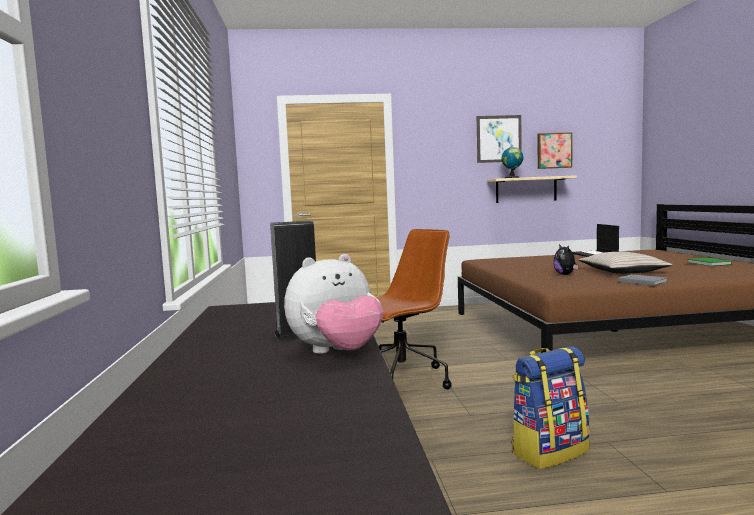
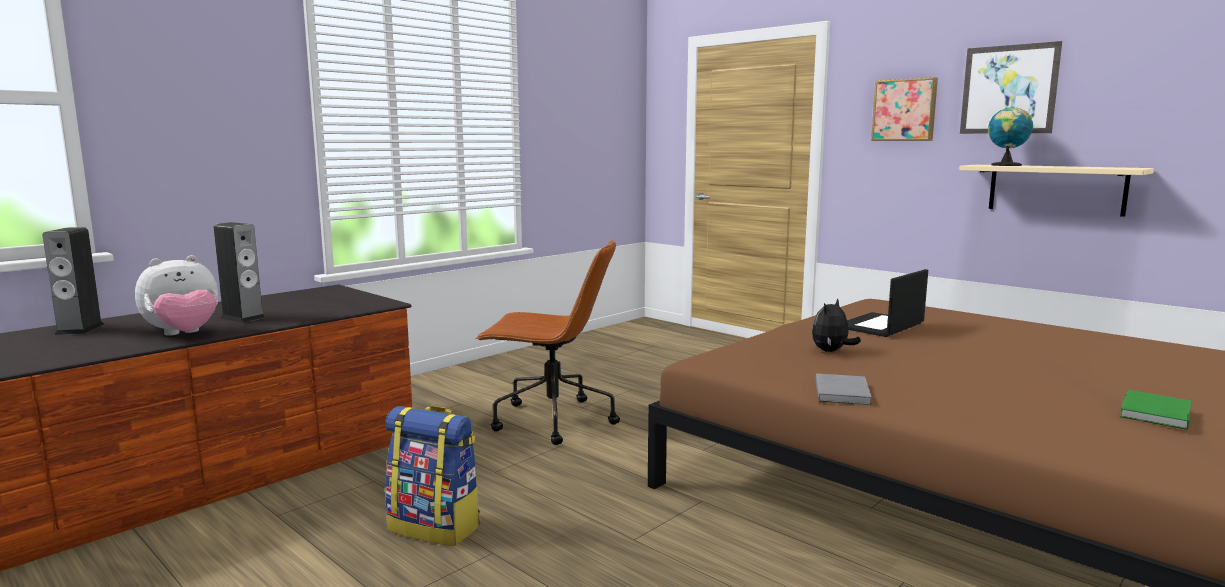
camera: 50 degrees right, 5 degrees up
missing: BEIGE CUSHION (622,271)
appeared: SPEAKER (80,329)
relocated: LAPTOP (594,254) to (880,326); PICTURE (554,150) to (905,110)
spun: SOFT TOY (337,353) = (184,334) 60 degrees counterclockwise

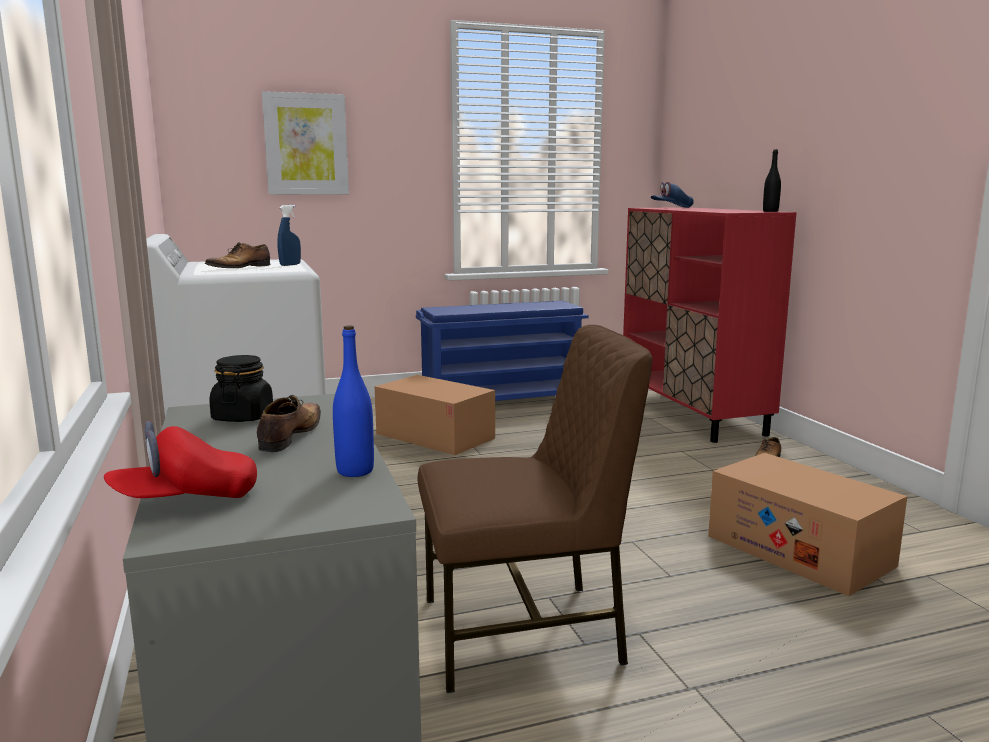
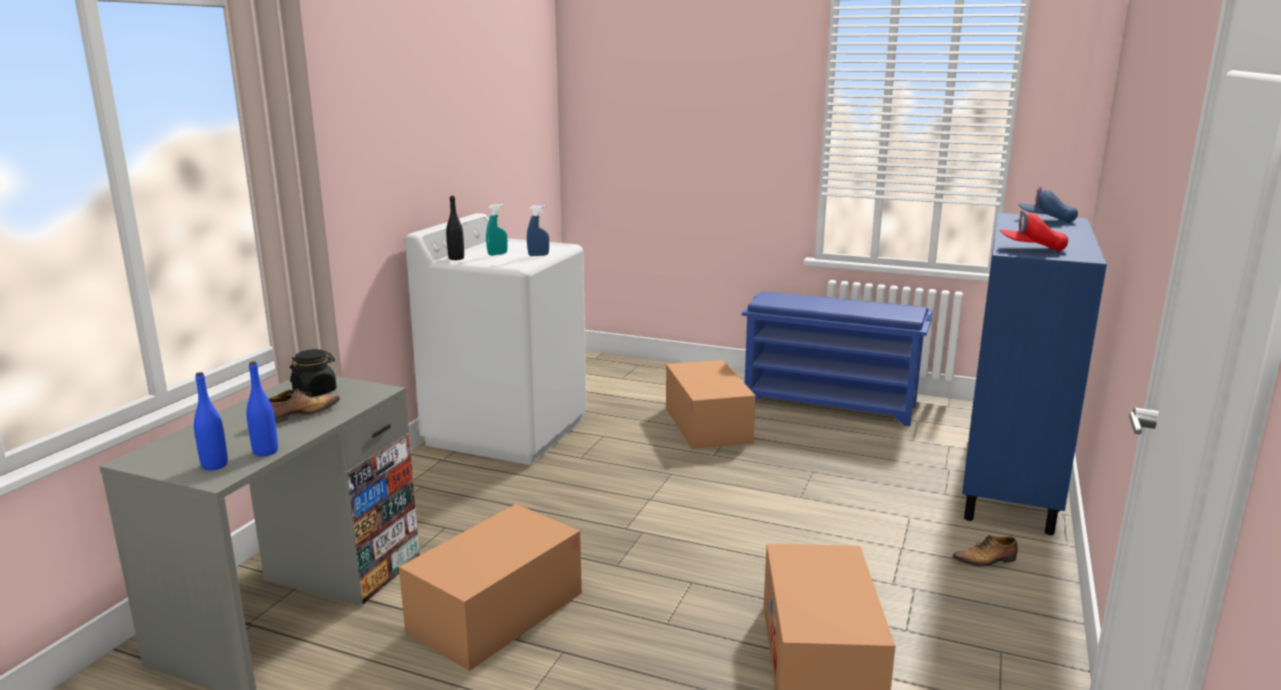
camera: 40 degrees right, 5 degrees up
missing: PICTURE (306,144)
appeared: BLUISH BEVERAGE BOTTLE (214,465)
relocated: BLACK-COLOURED BEVERAGE BOTTLE (770,211) to (456,258); RED CAP (186,500) to (1031,249)
exchanged: BROWN-COLOURED UPRIGHT CHAIR (525,632) to CARTON (496,612); ITEM OF FOOTWEAR (241,268) to BLUE-GREEN SPRAY BOTTLE (497,254)
colour: RED CABINET (692,414) to BLUISH CABINET (1009,479)

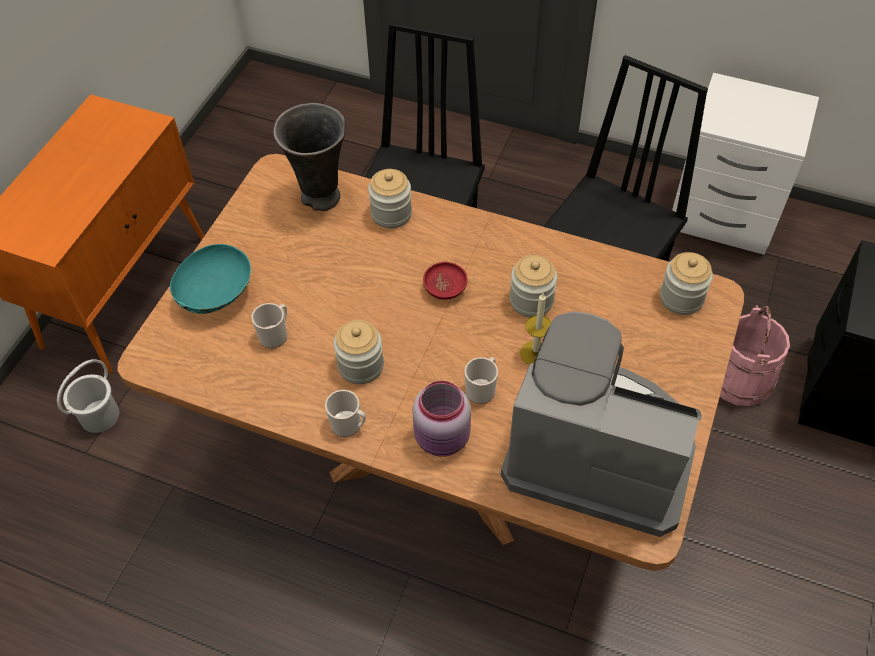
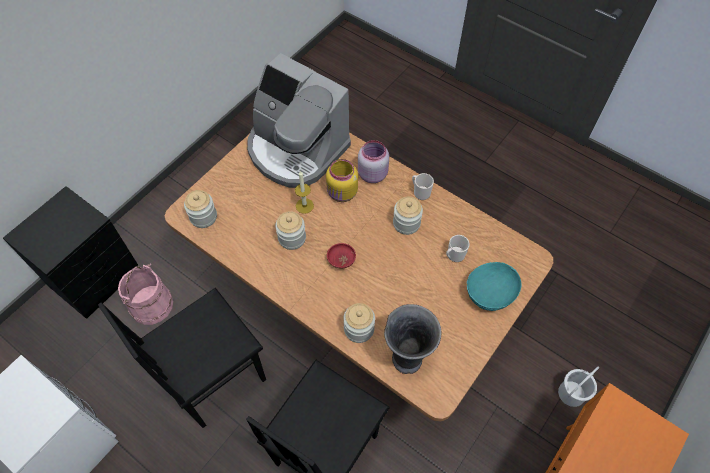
camera: 165 degrees left, 5 degrees up
exchanged: MUG (482,389) to YELLOWISH JAR (342,193)

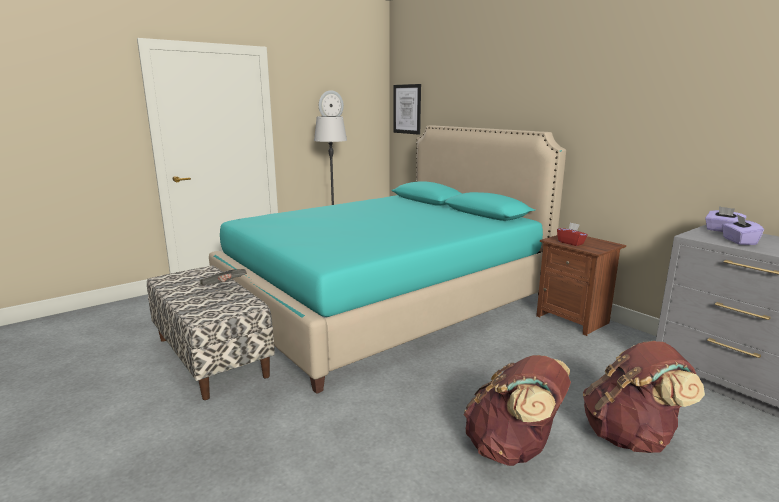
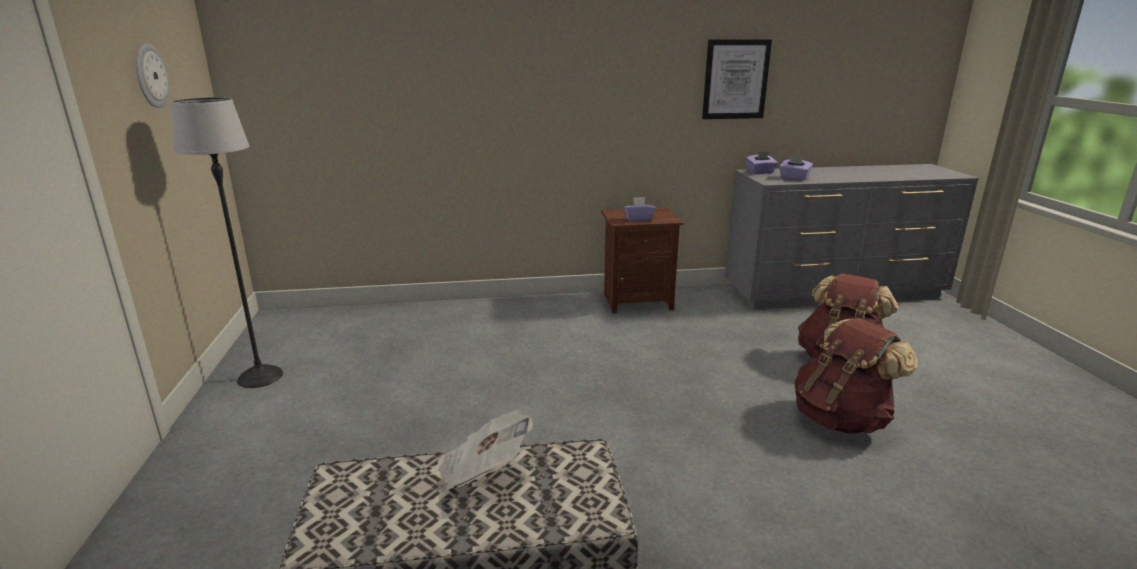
camera: 60 degrees left, 5 degrees up
missing: BLUE-GREEN BEDROOM BED (384,303)
relocated: PICTURE (407,109) to (735,79)
colour: RED TISSUE HOLDER (571,243) to PURPLE TISSUE HOLDER (638,219)

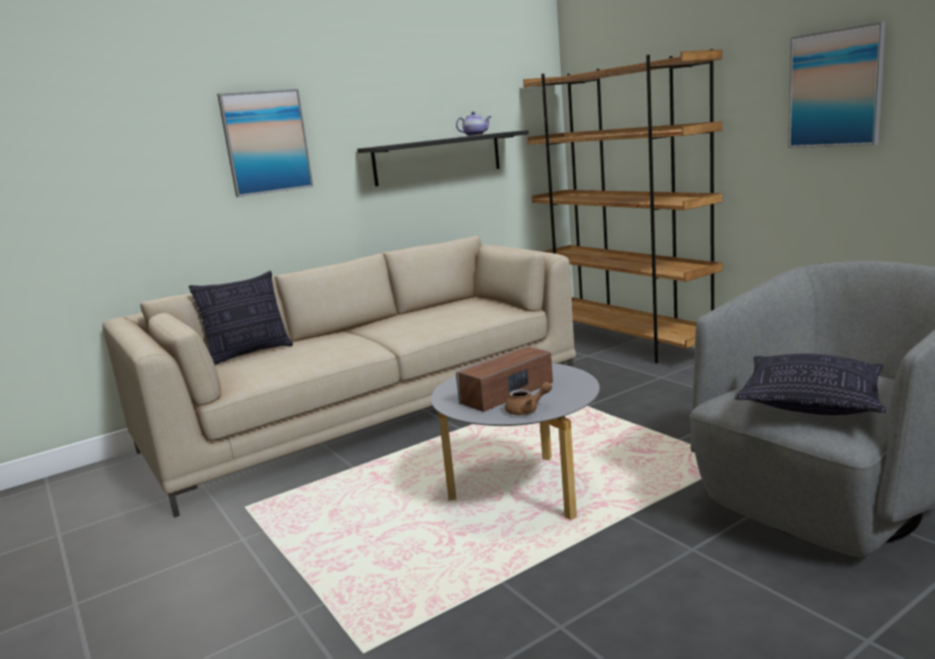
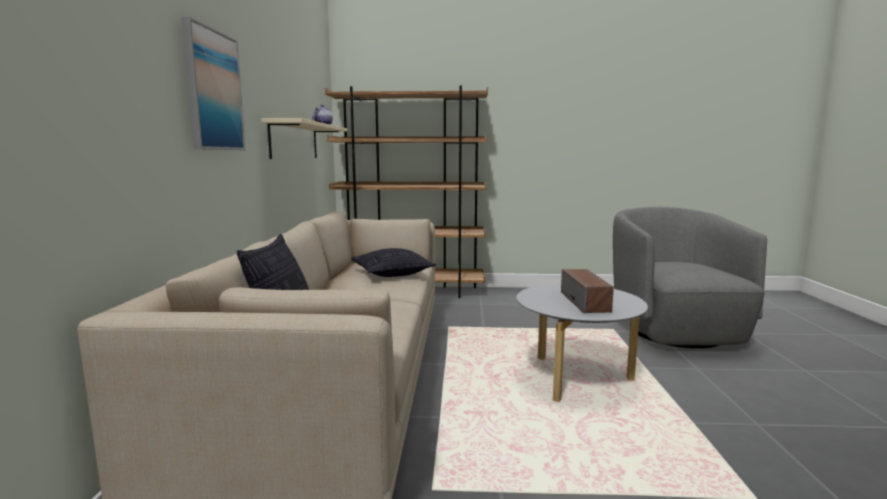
camera: 55 degrees left, 5 degrees down
missing: BROWN-COLOURED TEAPOT (527,410); PICTURE (835,88)
relocated: CUSHION (811,403) to (392,274)
colour: BLACK-COLOURED SHELF (438,158) to BEIGE SHELF (294,141)

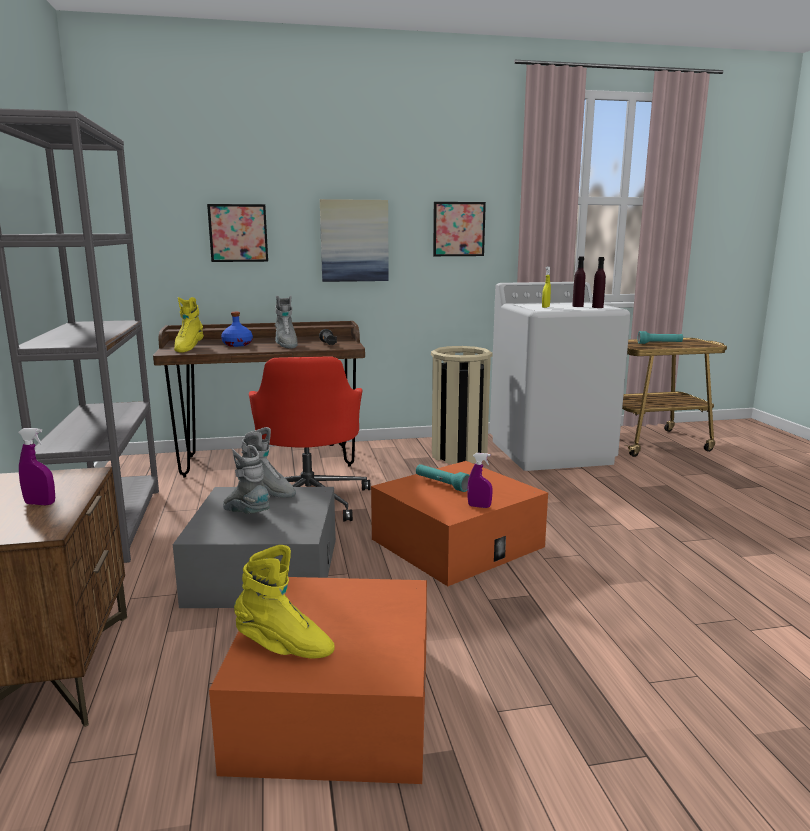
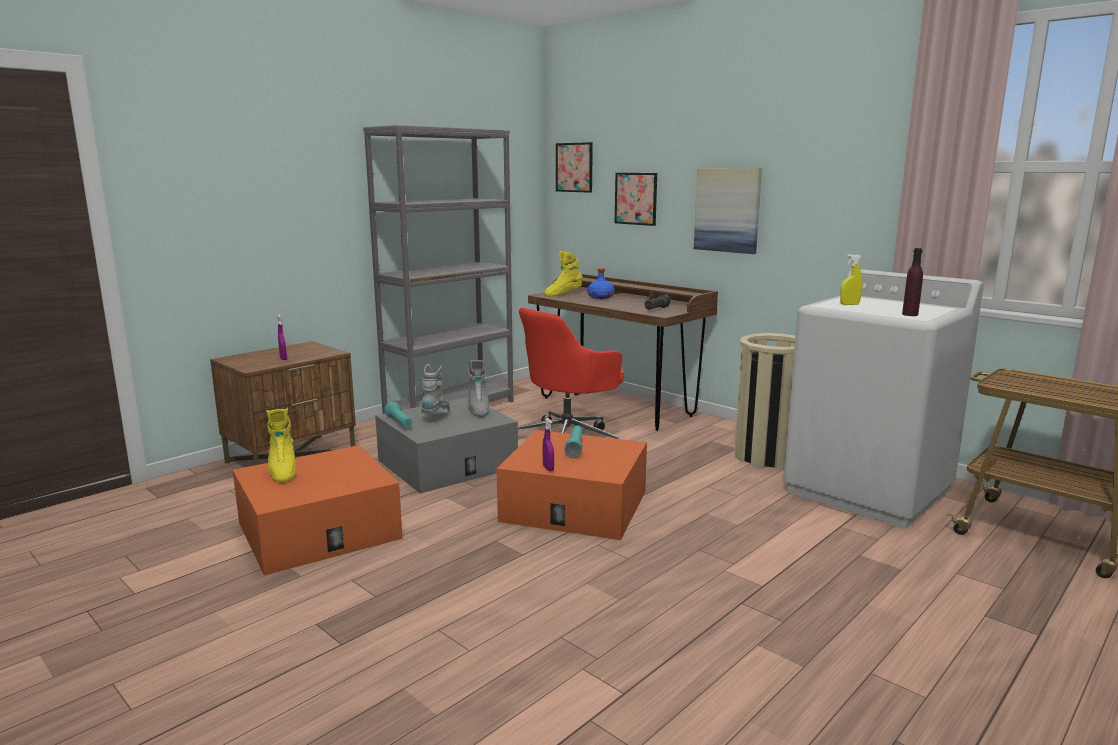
camera: 55 degrees right, 0 degrees up
missing: GREYISH TALL BOOT (286,345); PURPLE BEVERAGE BOTTLE (577,306)
relocated: BLUE-GREEN HAND TORCH (659,344) to (399,423); PICTURE (458,229) to (574,167)

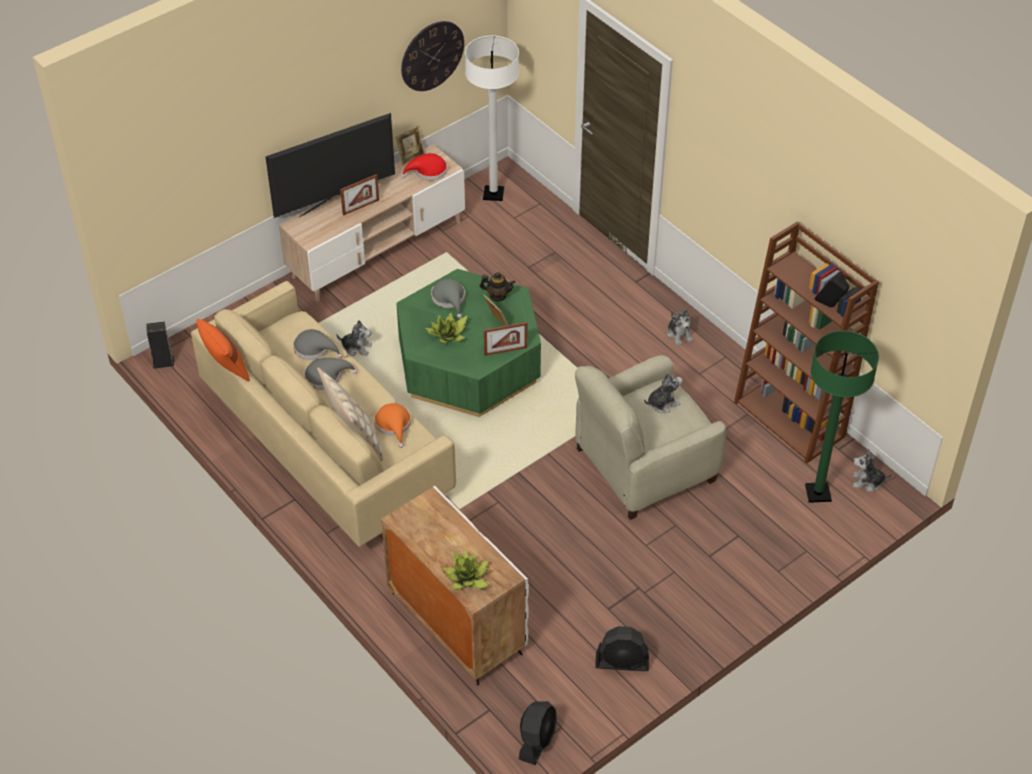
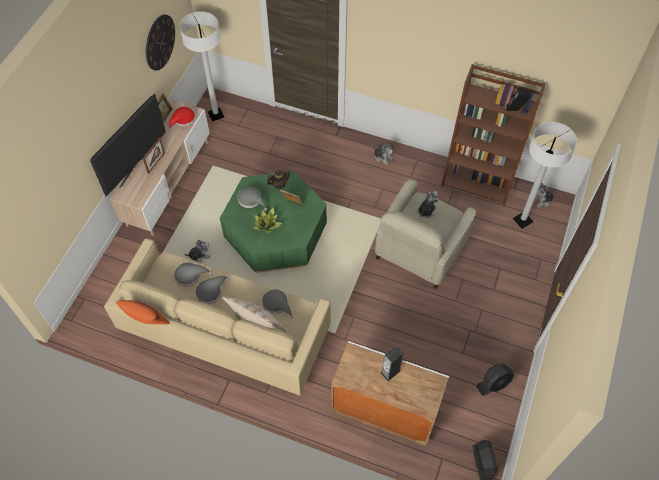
camera: 30 degrees left, 10 degrees up
missing: PLANT IN A POT (467,578); PICTURE FRAME (505,351)
relocated: SPEAKER (163,362) to (390,371)
colour: ORANGE CLOTHING HAT (394,425) to GREYISH CLOTHING HAT (277,304); GREENISH STANDARD LAMP (818,493) to WHITE STANDARD LAMP (522,220)

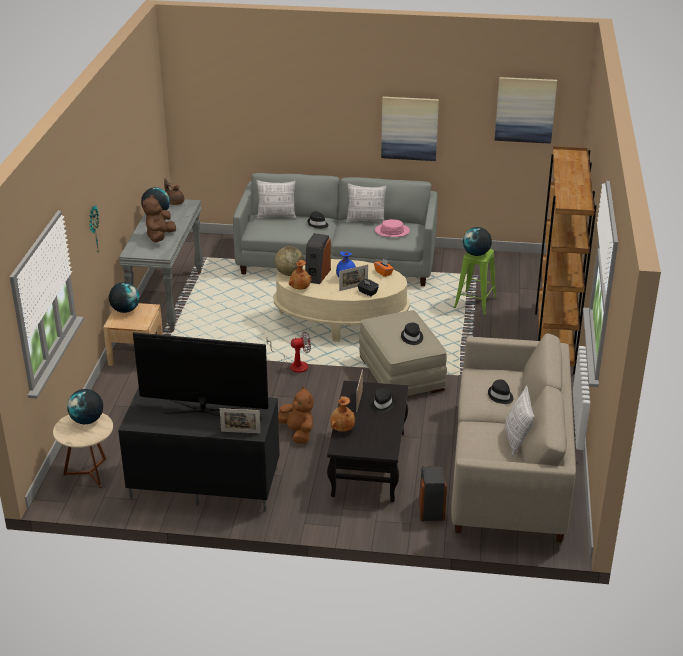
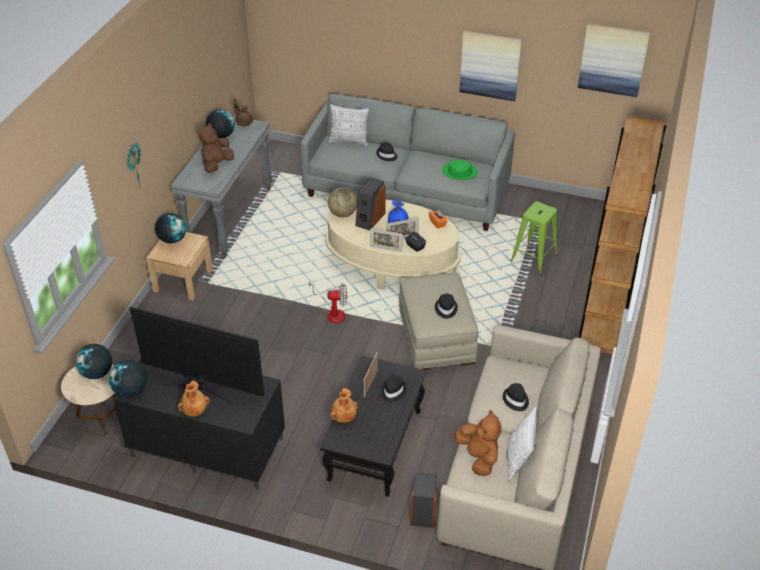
camera: 10 degrees right, 10 degrees up
missing: CUSHION (366,220)
relocated: WORLD GLOBE (476,254) to (131,391); BROWN-COLOURED DECORATIVE VASE (300,288) to (194,410); PICTURE FRAME (240,432) to (386,249); BROWN-COLOURED SOFT TOY (297,433) to (478,457)
colour: PINKISH CLOTHING HAT (392,231) to GREENISH CLOTHING HAT (459,172)

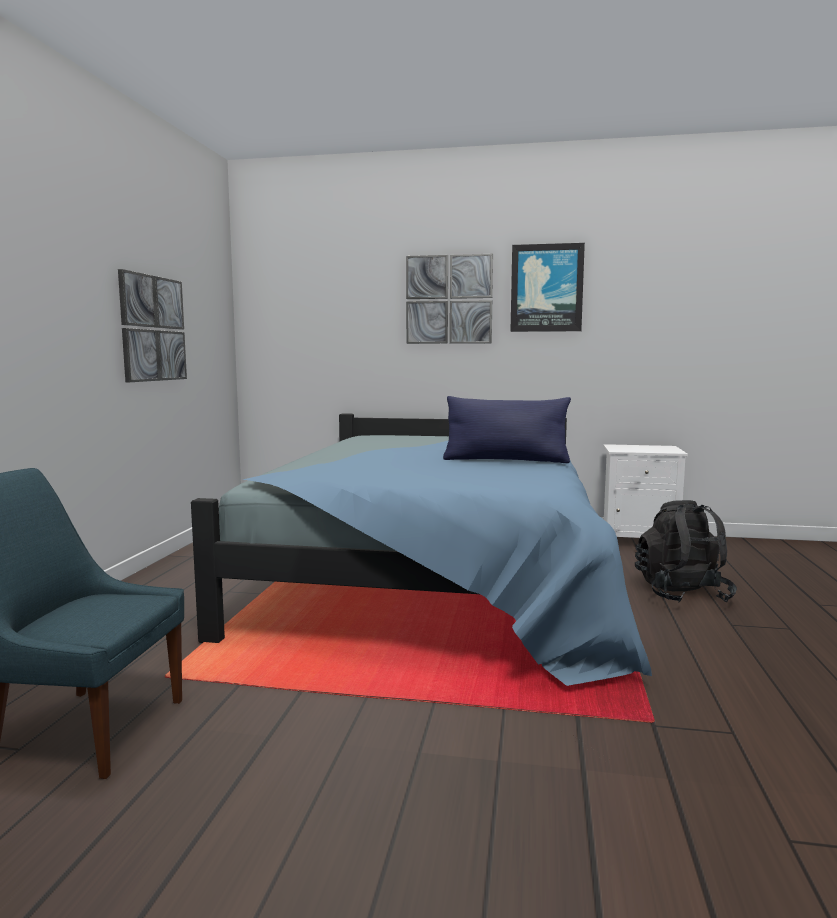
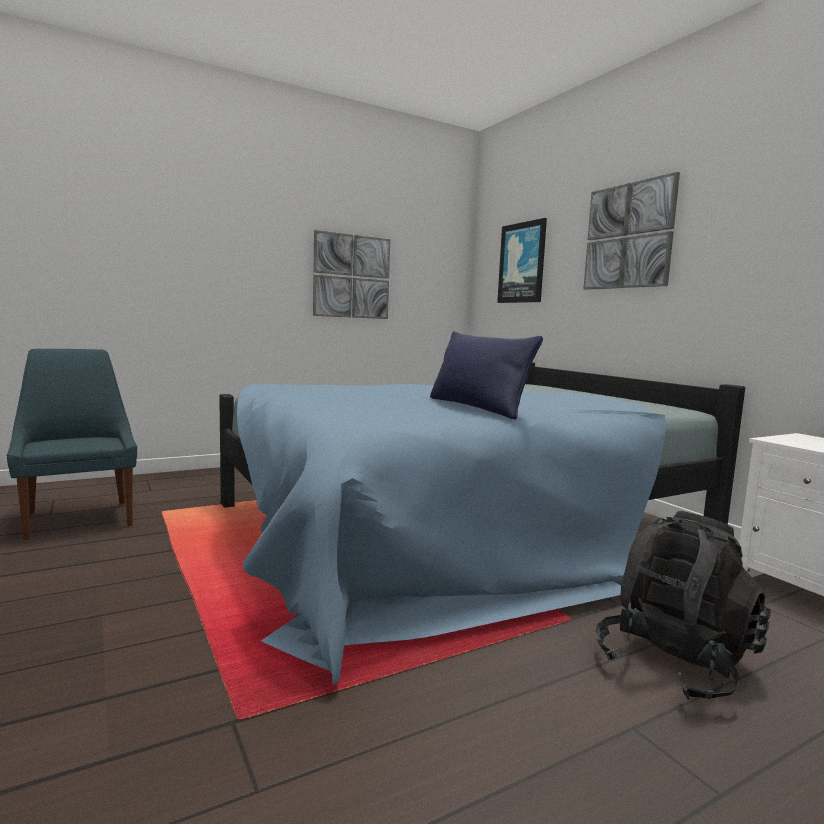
camera: 50 degrees right, 0 degrees up
relocated: PICTURE (546,288) to (522,263)

